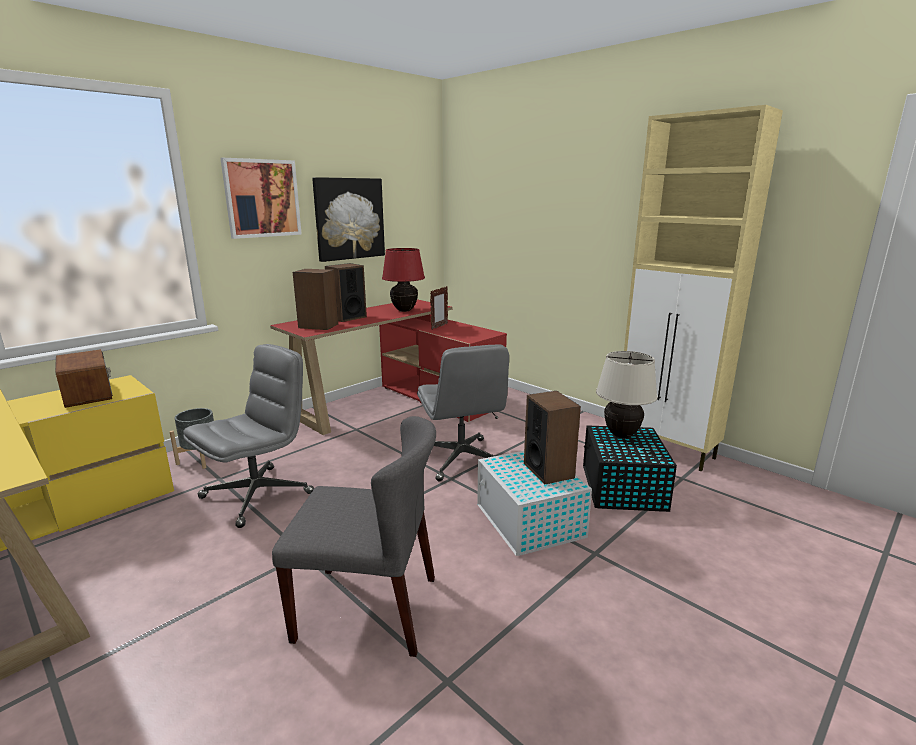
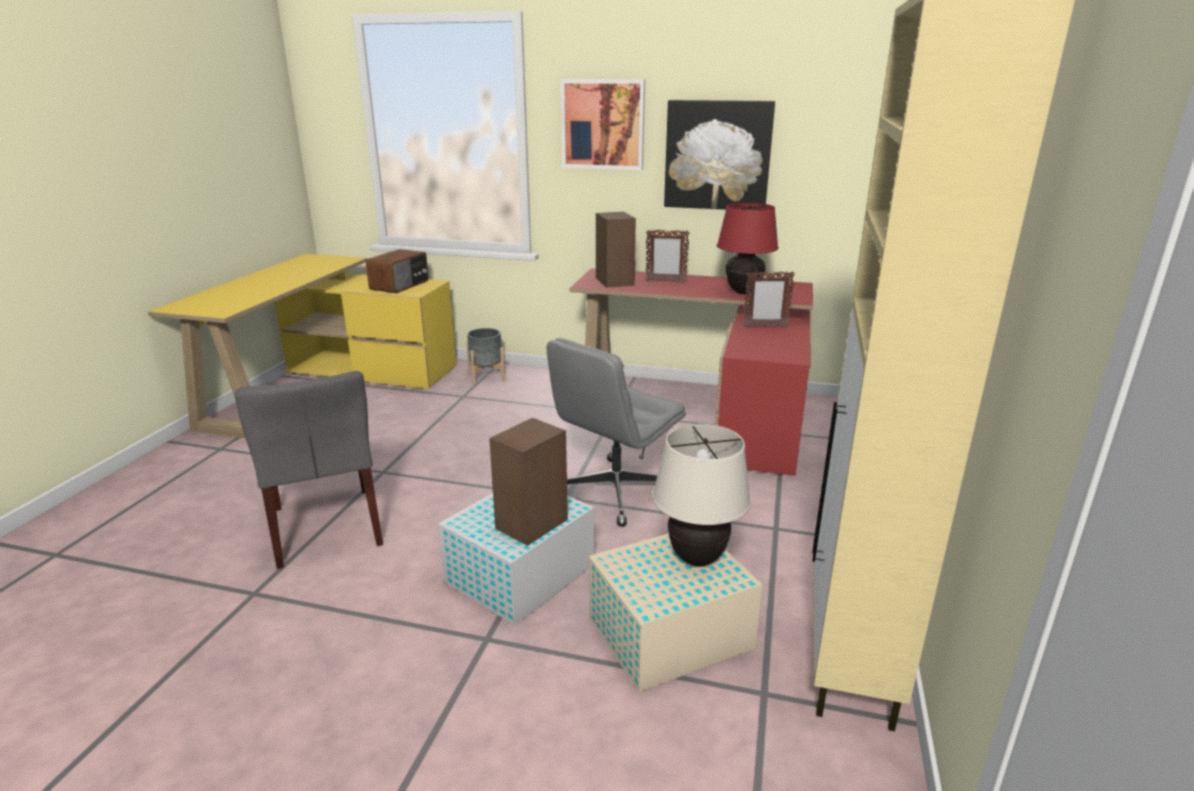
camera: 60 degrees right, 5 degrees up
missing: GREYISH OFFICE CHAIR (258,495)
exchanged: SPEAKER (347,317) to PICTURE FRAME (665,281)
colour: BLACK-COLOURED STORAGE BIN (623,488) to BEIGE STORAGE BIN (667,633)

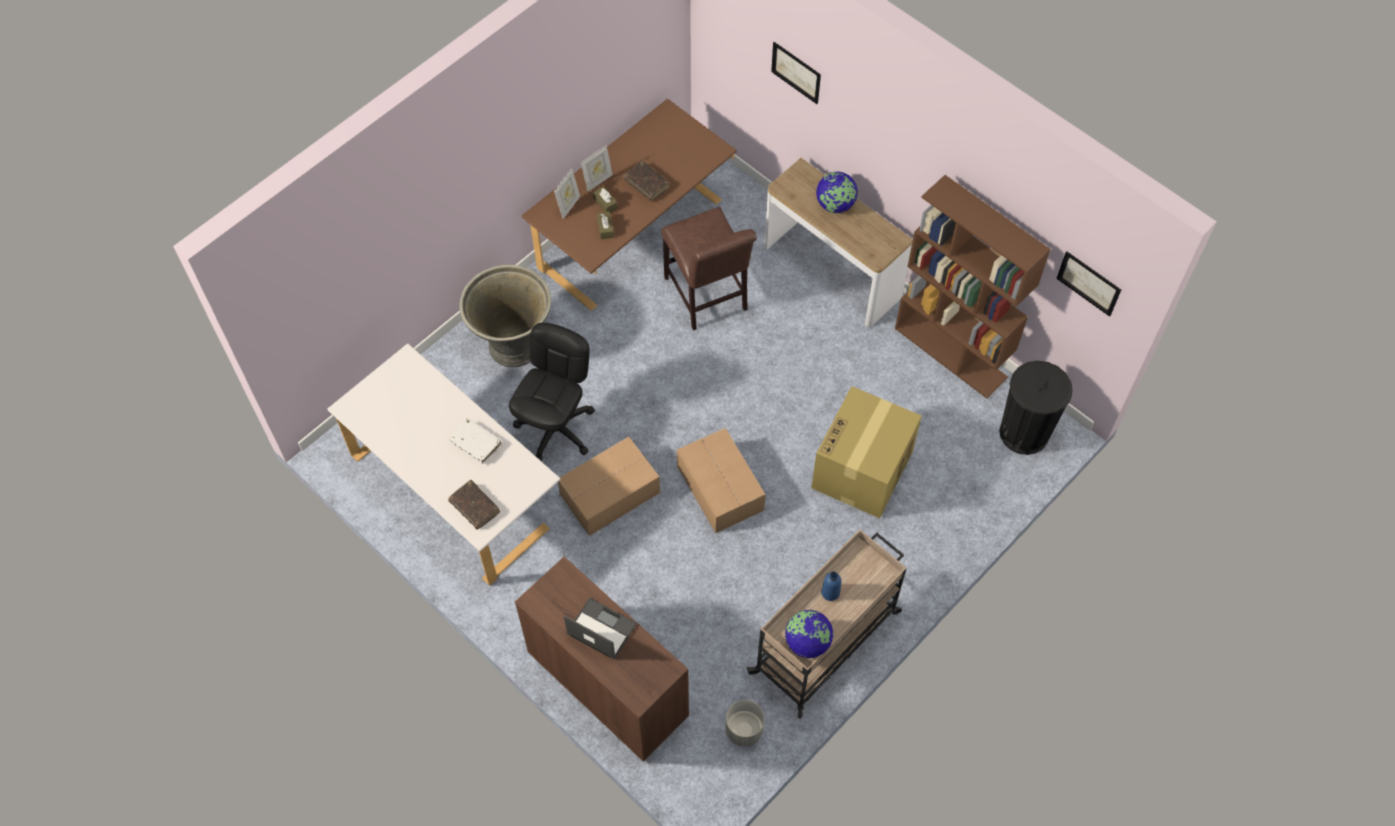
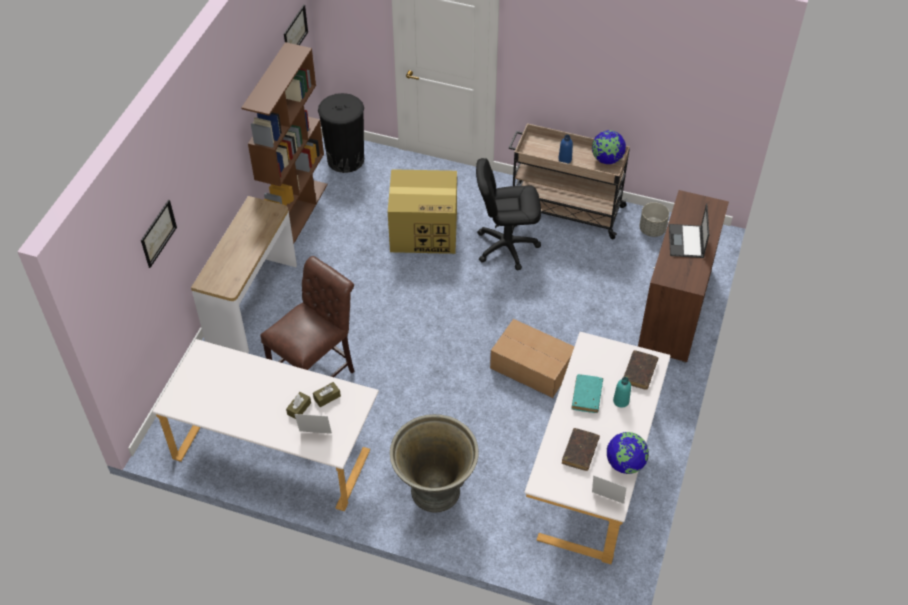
camera: 115 degrees left, 10 degrees down
missing: CARTON (720,489)
appeared: BLUE-GREEN BEVERAGE BOTTLE (621,401)
relocated: BLACK-COLOURED OFFICE CHAIR (556,429) to (506,246); BROWN-COLOURED BOUND BOOK (646,184) to (580,452); PICTURE FRAME (598,181) to (606,500); WORLD GLOBE (835,205) to (625,464)
colour: BROWN-COLOURED DESK (634,237) to WHITE DESK (275,450); WHITE BOUND BOOK (476,444) to BLUE-GREEN BOUND BOOK (586,396)

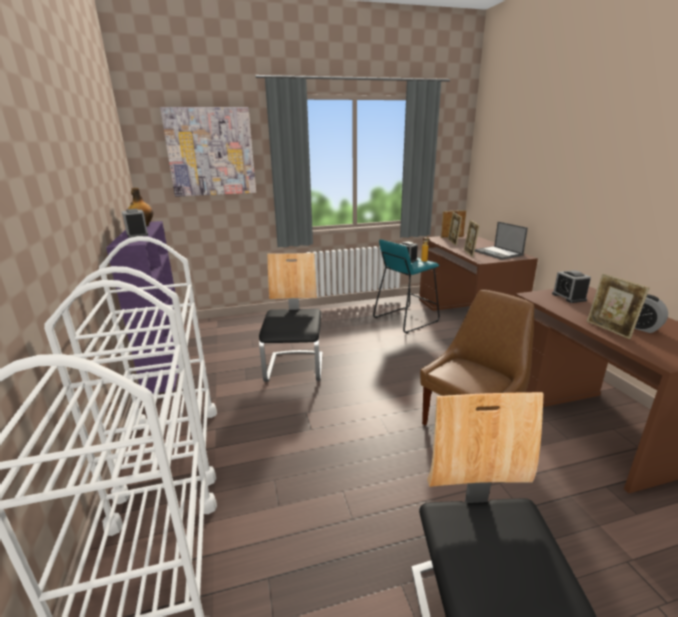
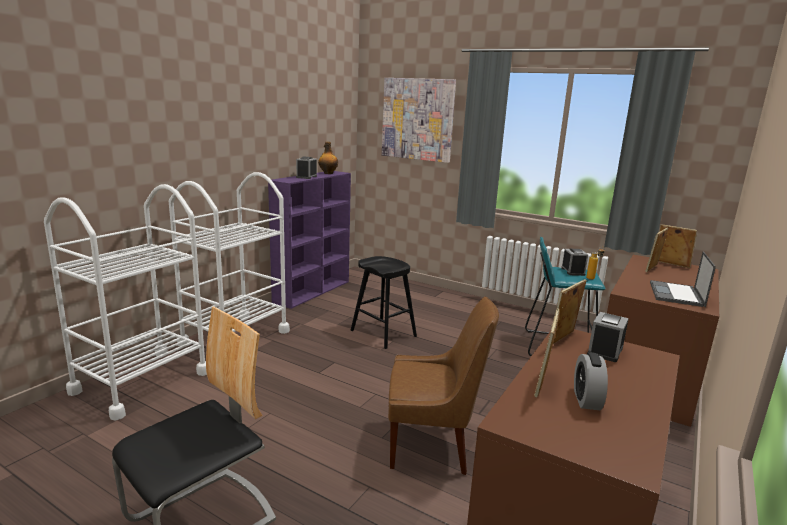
camera: 45 degrees right, 5 degrees down
relocated: PICTURE FRAME (469,253) to (562,339)
exchanged: UPRIGHT CHAIR (295,367) to BLACK-COLOURED SITTING STOOL (383,333)

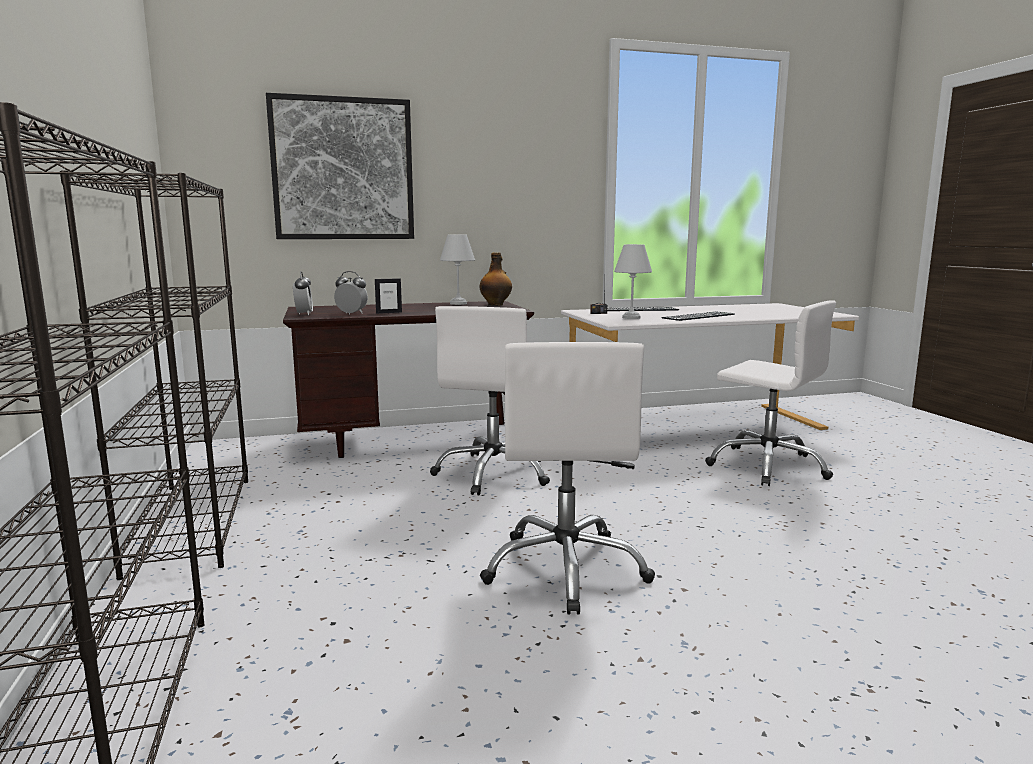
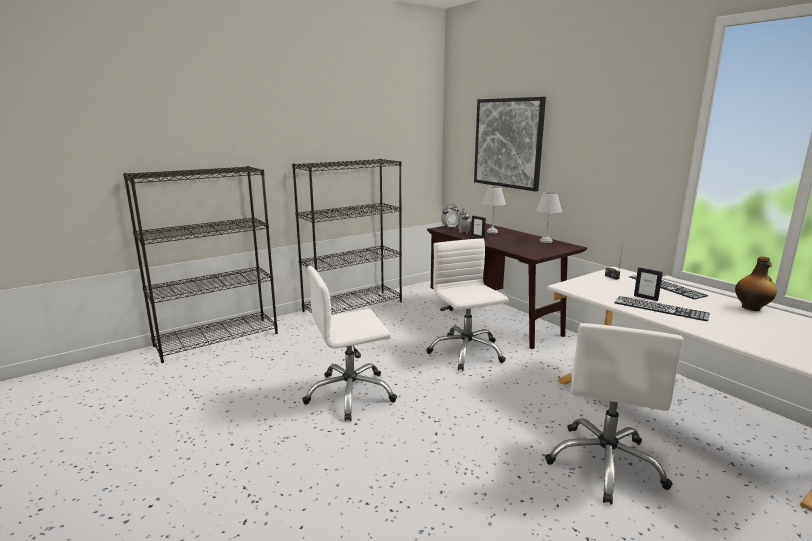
camera: 70 degrees right, 5 degrees up
appeared: PICTURE FRAME (645,298)
relocated: WHITE TABLE LAMP (631,317) to (492,232); BEVERAGE BOTTLE (496,305) to (751,308)
spun: WHITE OFFICE CHAIR (494,473) = (466,352) 75 degrees clockwise

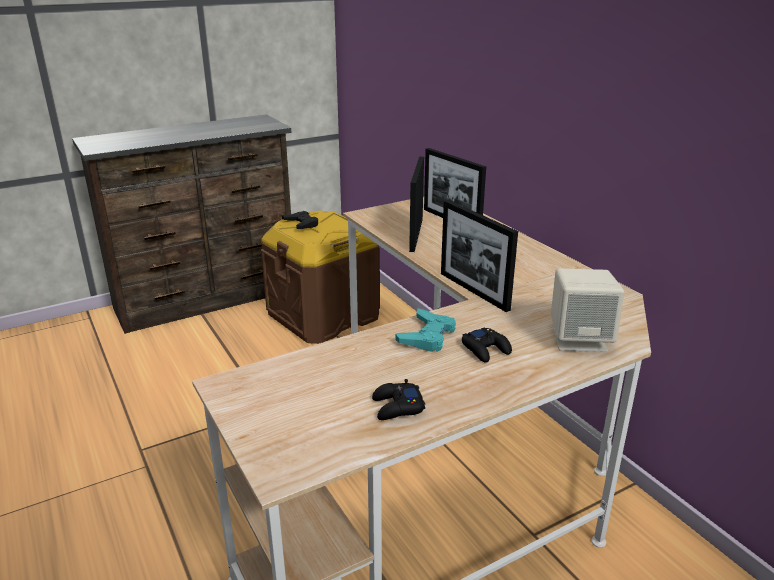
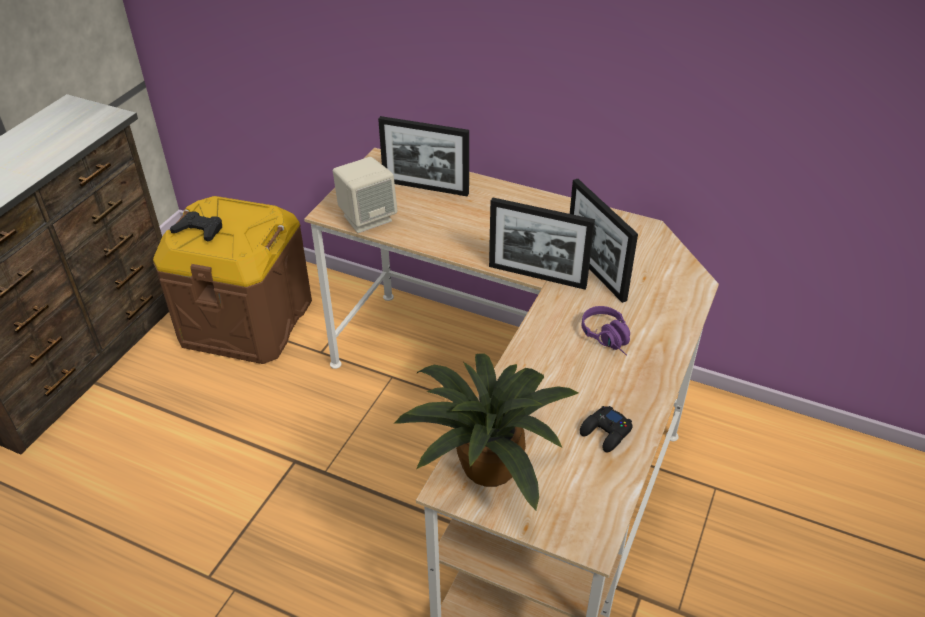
camera: 35 degrees left, 15 degrees up
missing: BLUE-GREEN GAME CONTROLLER (427,336)
appeared: PLANT IN A POT (484,464)
relocated: BEIGE SPEAKER (579,339) to (367,218); PICTURE FRAME (416,235) to (595,272)
exchanged: BLACK-COLOURED GAME CONTROLLER (486,349) to PURPLE PAIR OF HEADPHONES (609,339)

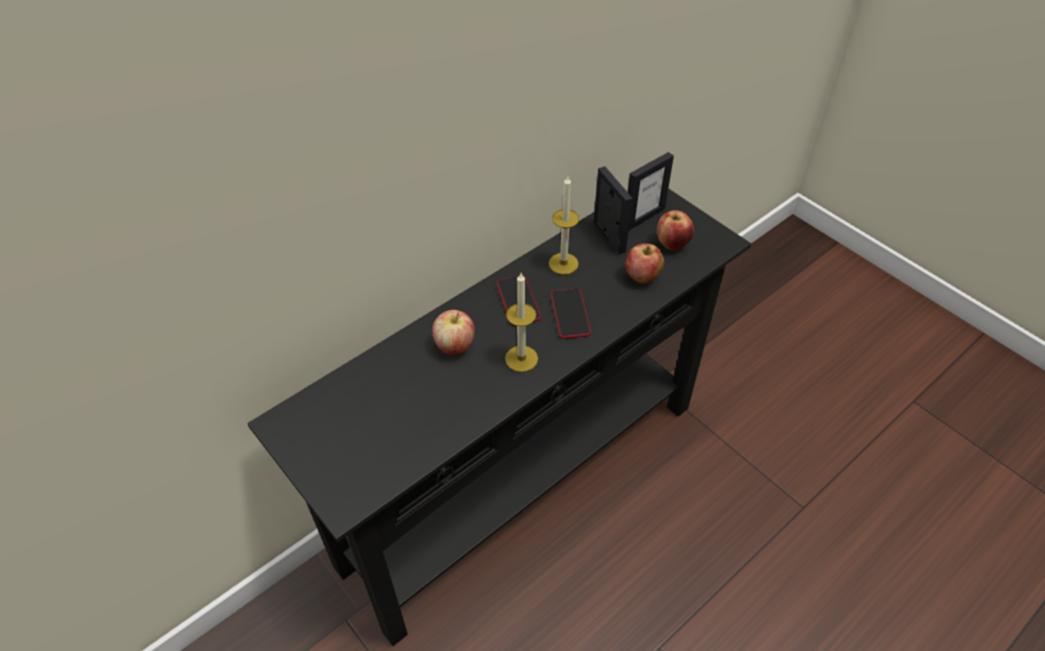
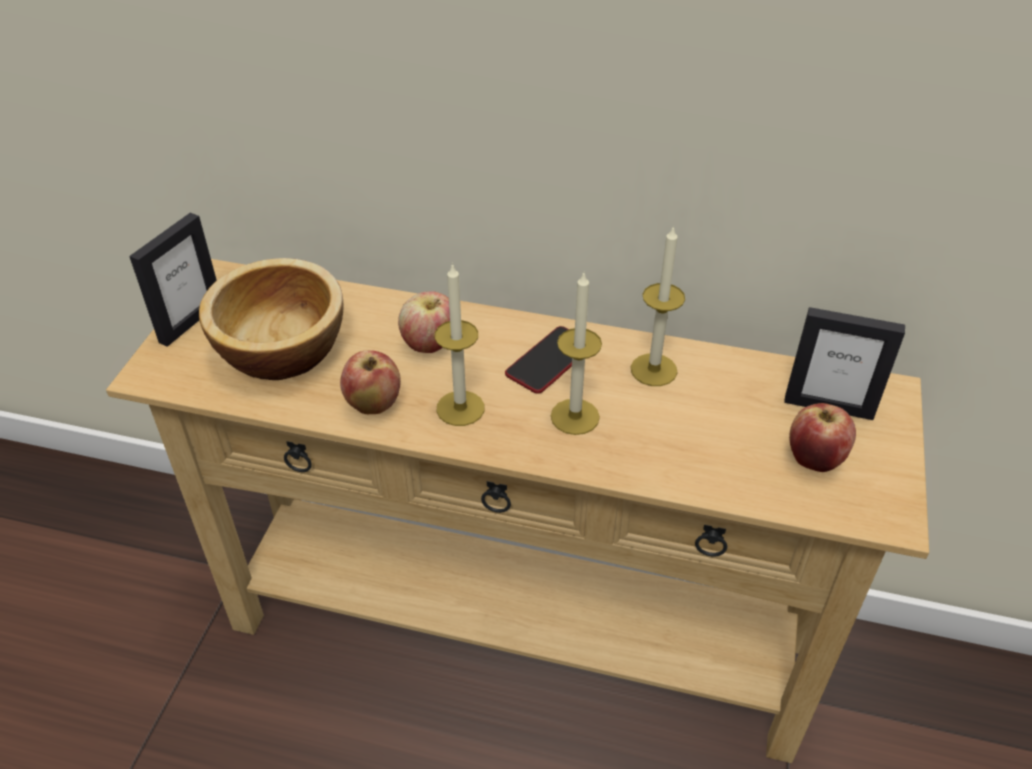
camera: 55 degrees right, 5 degrees down
appeared: BOWL (280,347)
relocated: PICTURE FRAME (608,237) to (190,321); APPLE (642,277) to (373,404)
exchanged: PHONE (570,314) to WAX CANDLE (575,416)
colour: BLACK-COLOURED NARROW TABLE (522,481) to BEIGE NARROW TABLE (516,629)

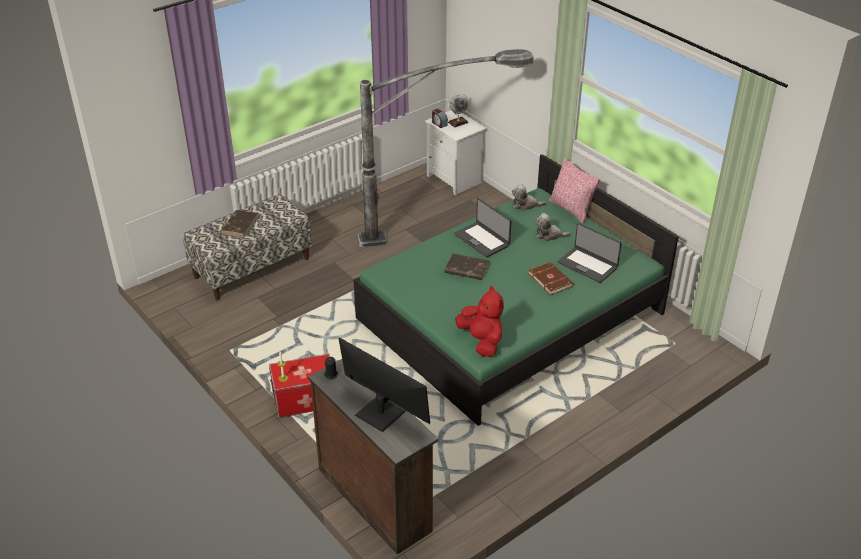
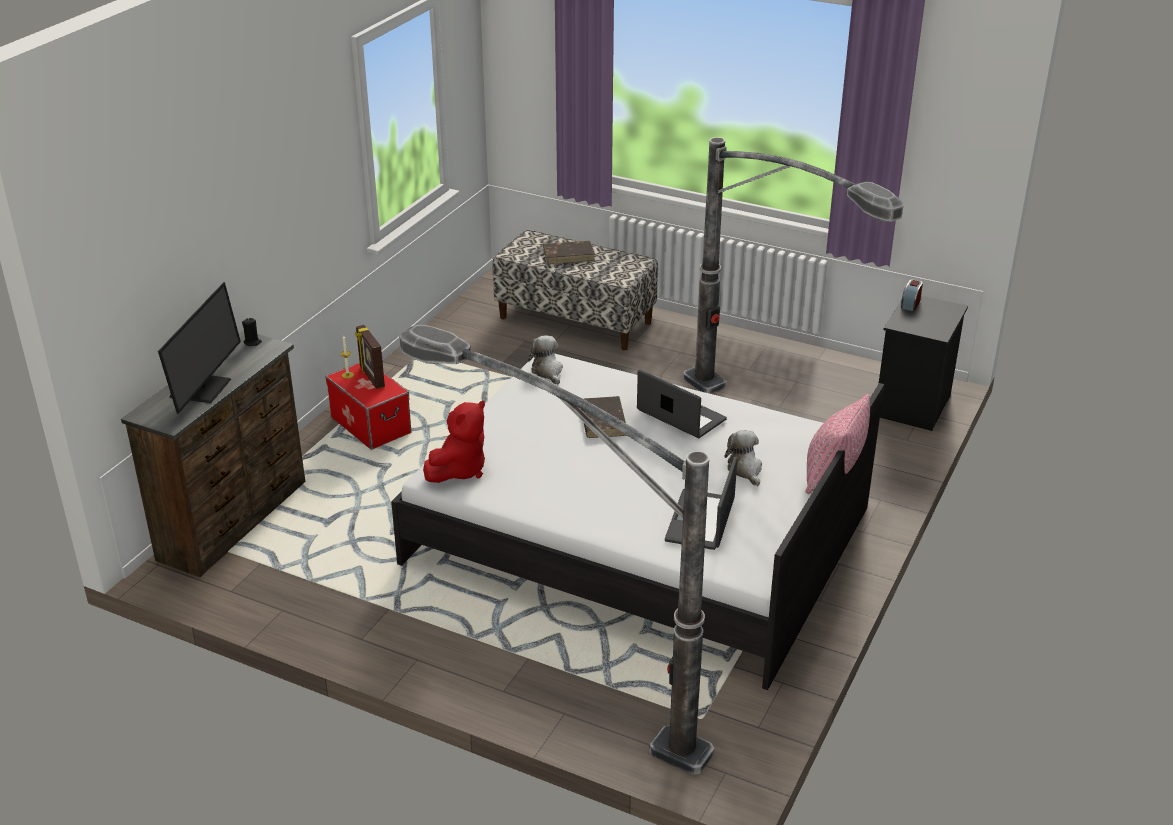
camera: 65 degrees right, 5 degrees down
missing: WORLD GLOBE (458,122); BROWN-COLOURED BOUND BOOK (551,279)
appeared: PICTURE FRAME (371,377); STANDARD LAMP (561,699)
relocated: SOFT TOY (525,205) to (547,371)
colour: GREENISH BEDROOM BED (510,316) to WHITE BEDROOM BED (639,536); WHITE NIGHTSTAND (455,179) to BLACK-COLOURED NIGHTSTAND (913,407)
spun: LAPTOP (482,239) = (680,416) 105 degrees clockwise

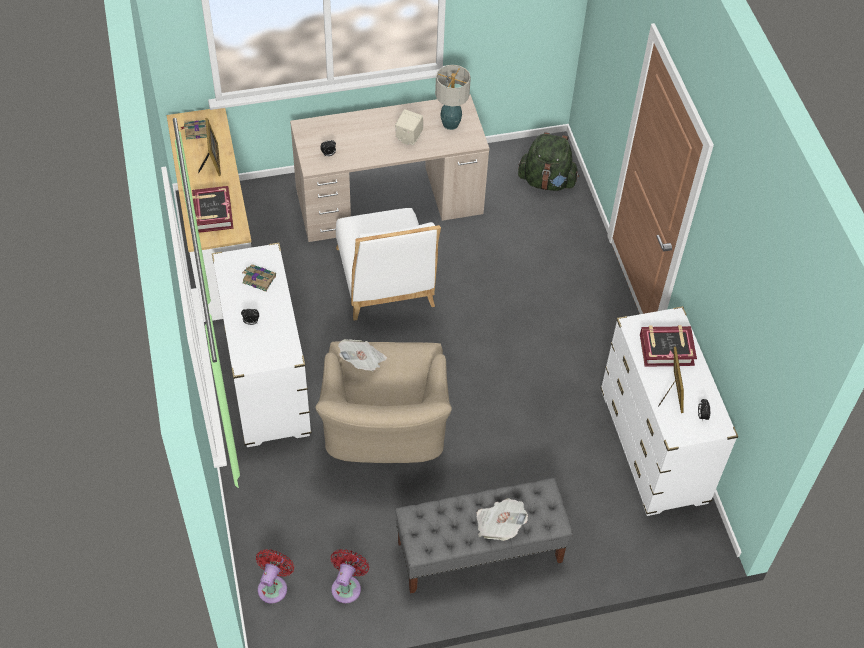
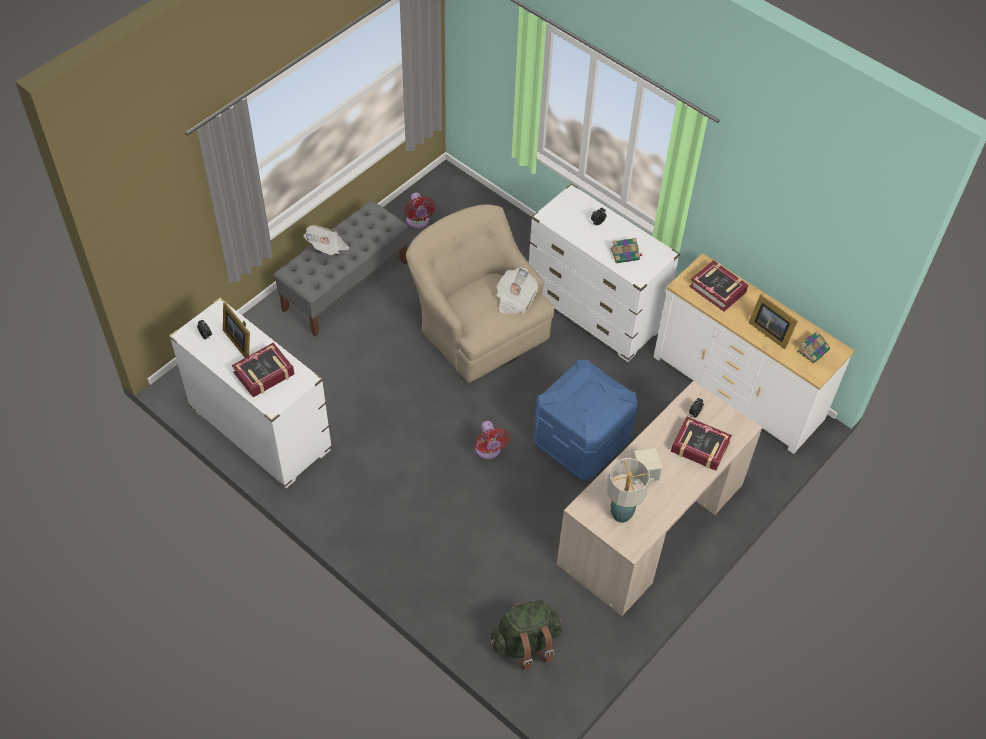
camera: 145 degrees right, 0 degrees up
appeared: BOUND BOOK (700,447)
relocated: RED ELECTRIC FAN (274,586) to (488,450)
exchanged: WHITE UPRIGHT CHAIR (386,283) to BLUISH STORAGE BIN (581,441)

